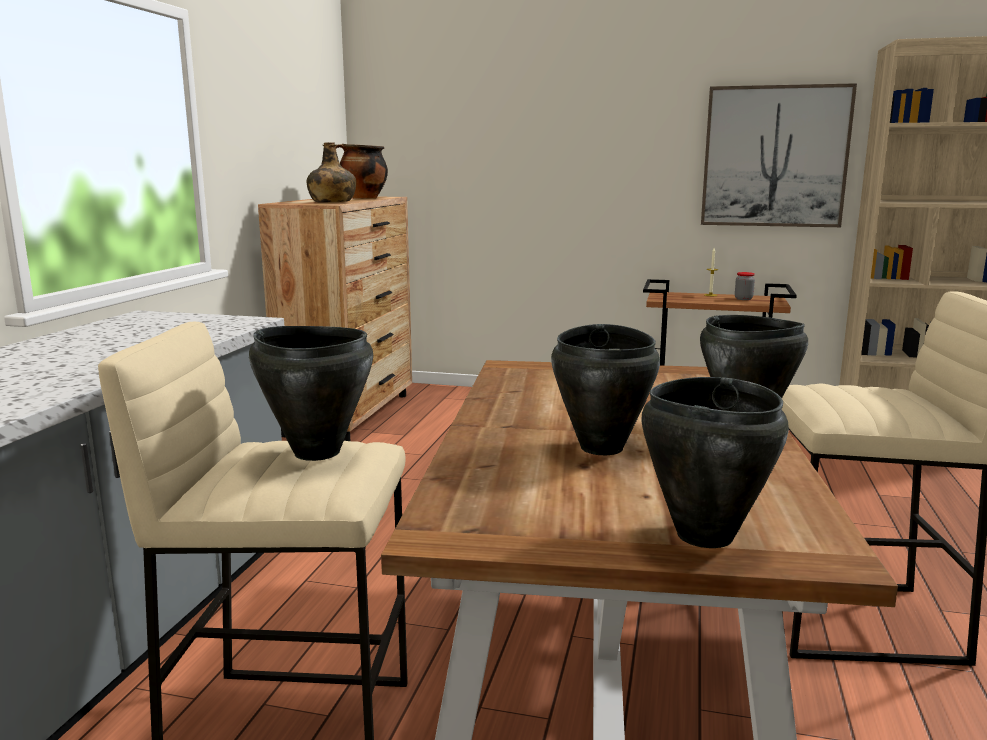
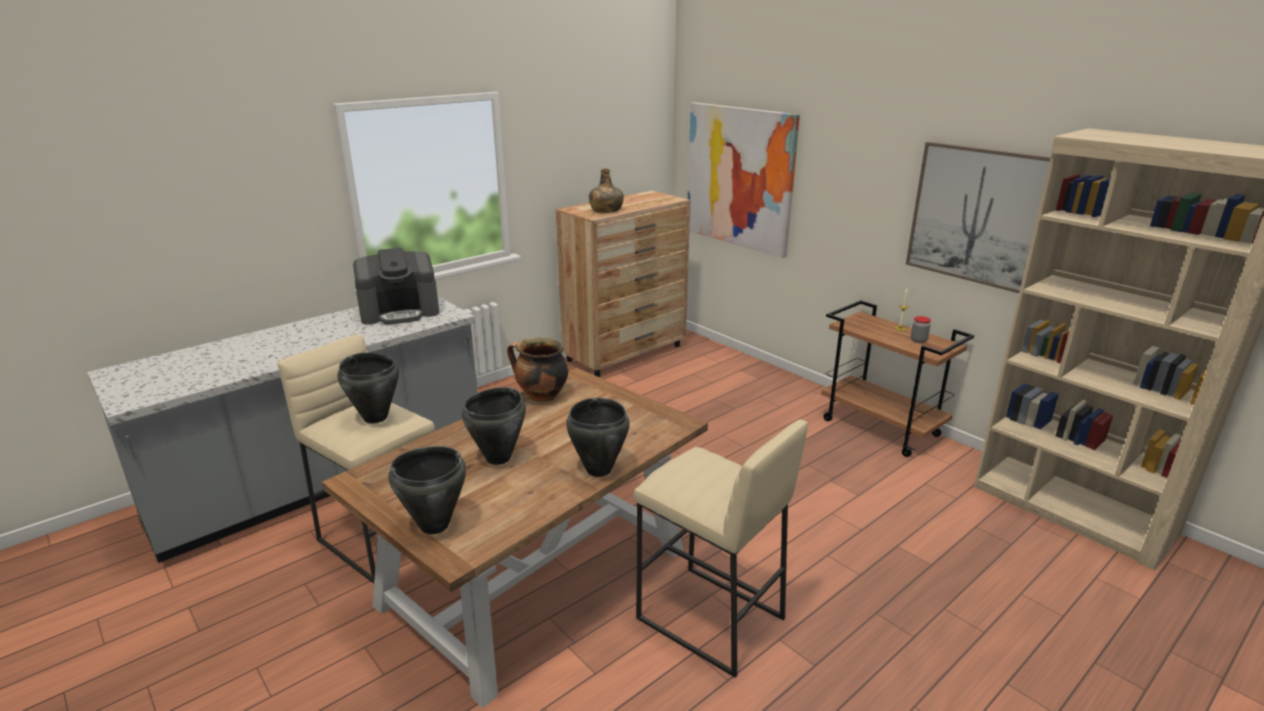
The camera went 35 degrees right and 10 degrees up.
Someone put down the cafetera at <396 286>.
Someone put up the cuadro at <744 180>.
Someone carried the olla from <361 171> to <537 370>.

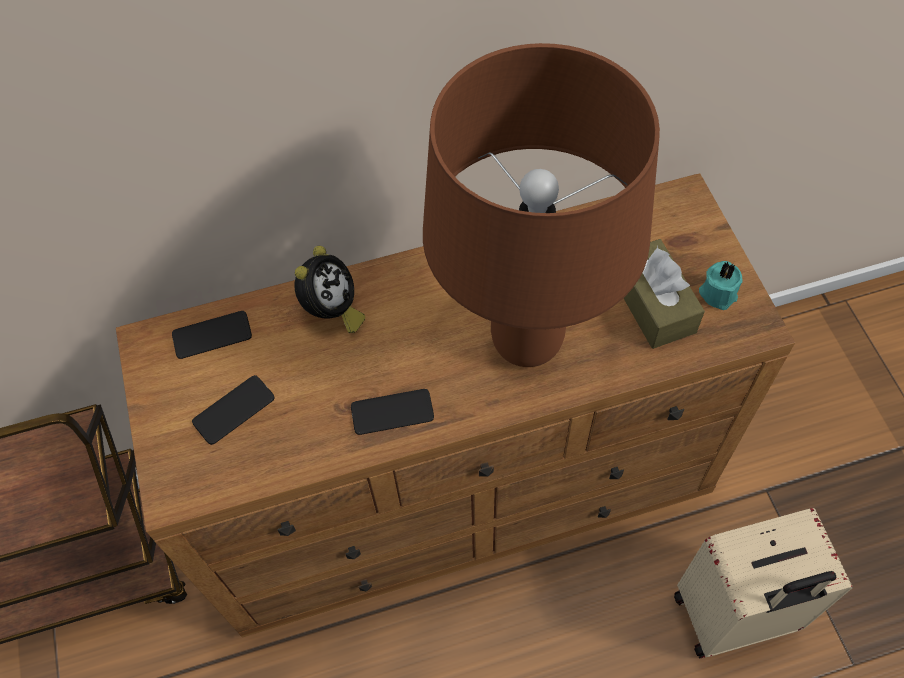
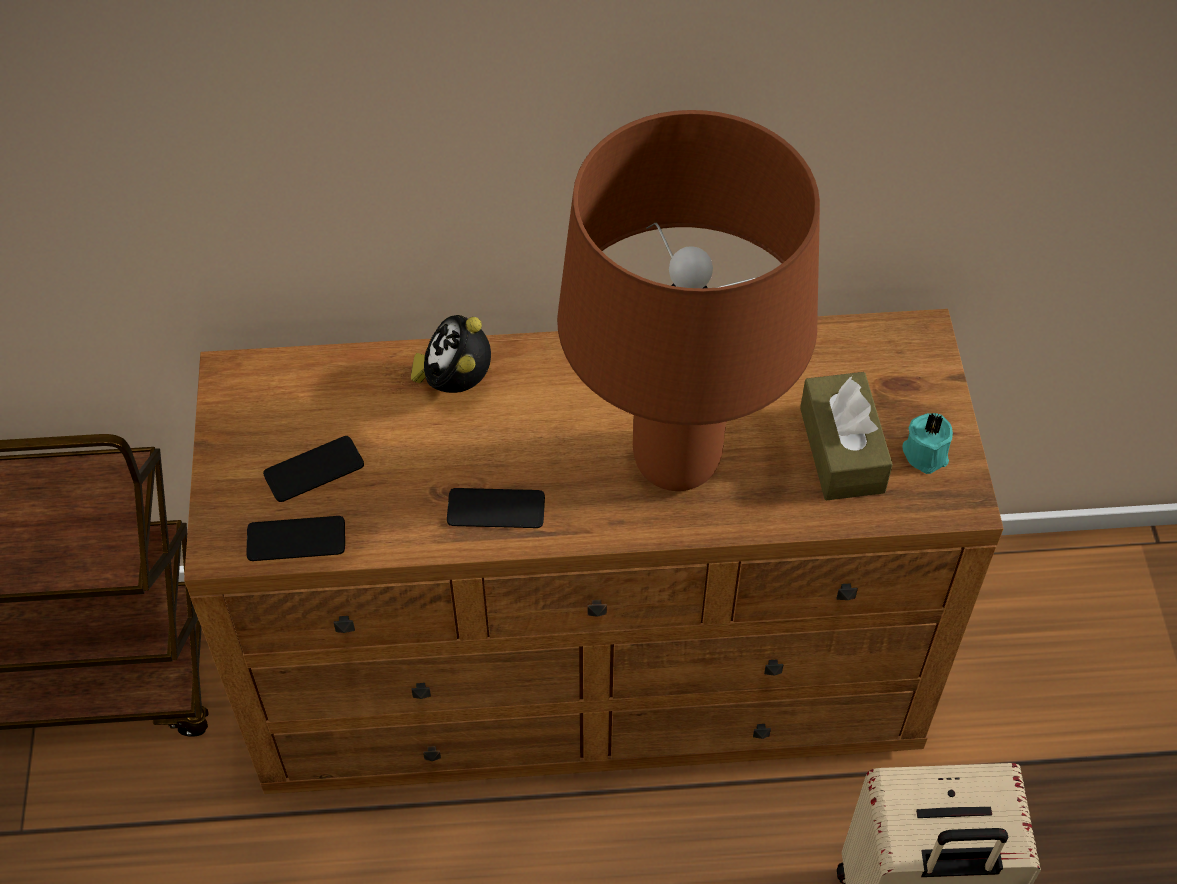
The camera went 10 degrees right and 5 degrees down.
Someone carried the móvil from <212 335> to <296 538>.
Someone rotated the despertador at <330 289> by 150 degrees clockwise.

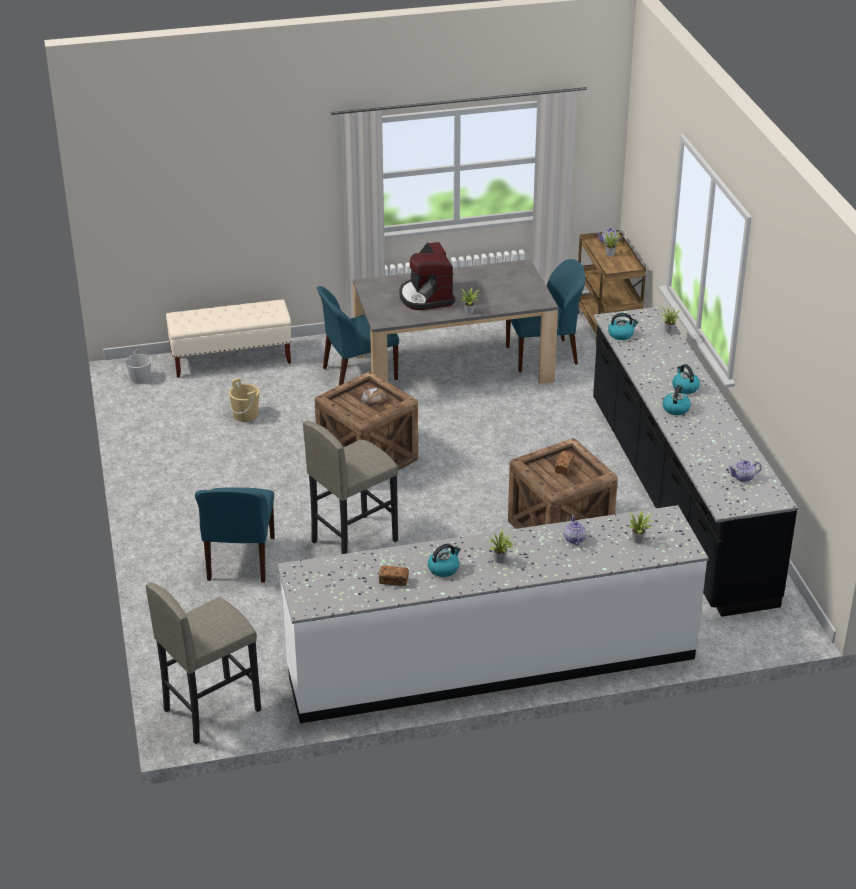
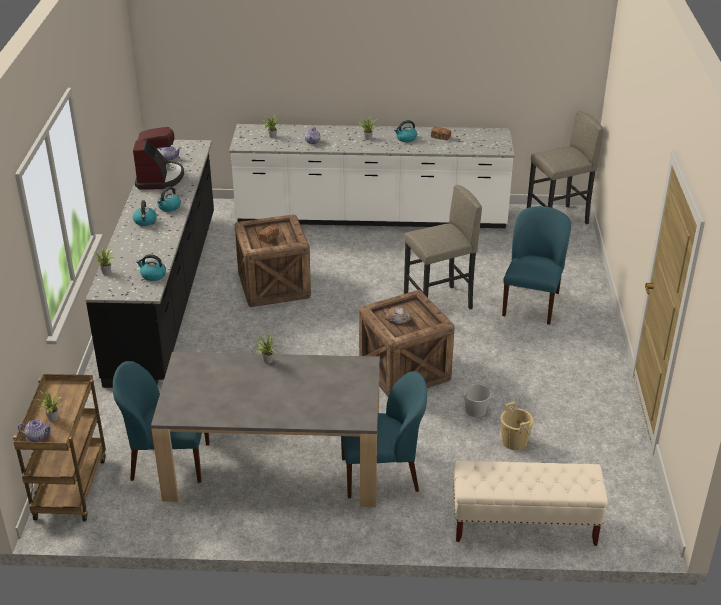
The camera went 165 degrees left and 0 degrees up.
Someone carried the cubo (blanco) from <138 366> to <477 399>.
Someone carried the cafetera from <427 276> to <158 158>.

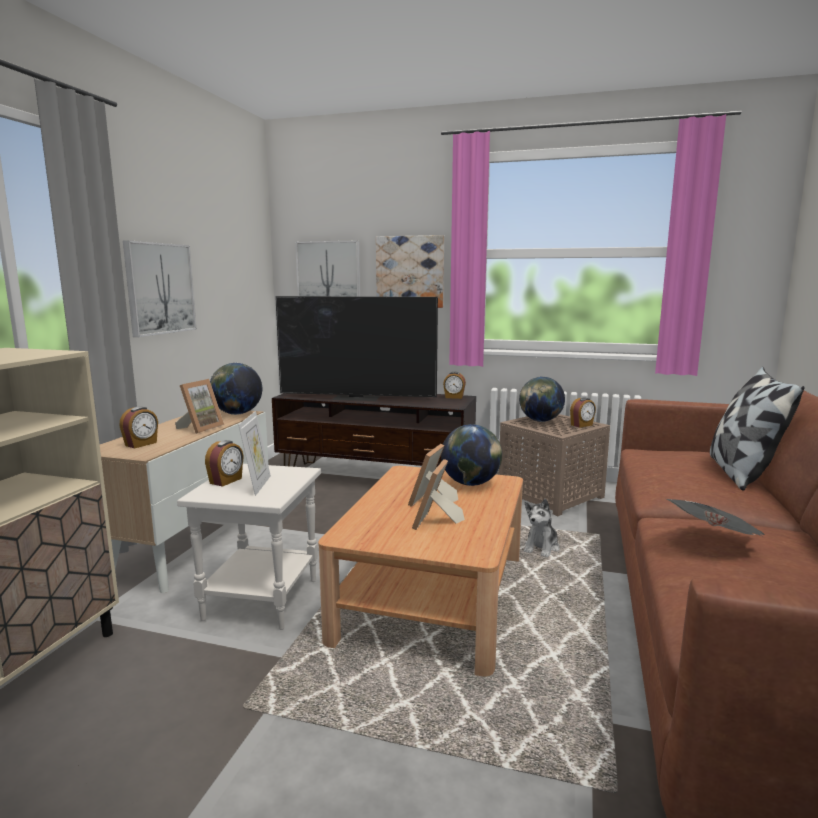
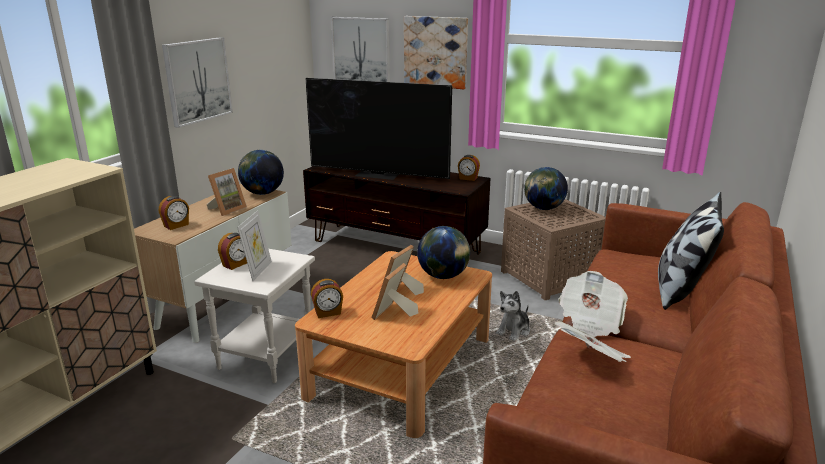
The camera went 10 degrees right and 10 degrees up.
Someone put down the periódico at <593 304>.
Someone carried the despertador from <583 413> to <327 298>.

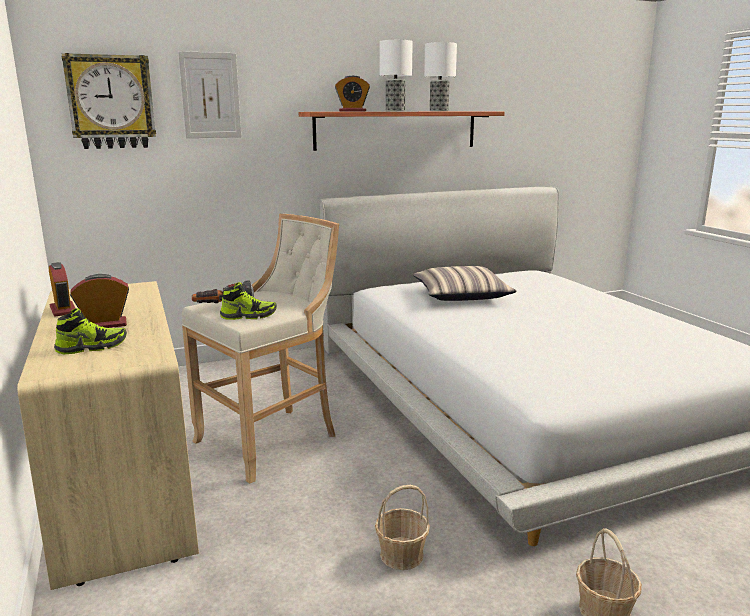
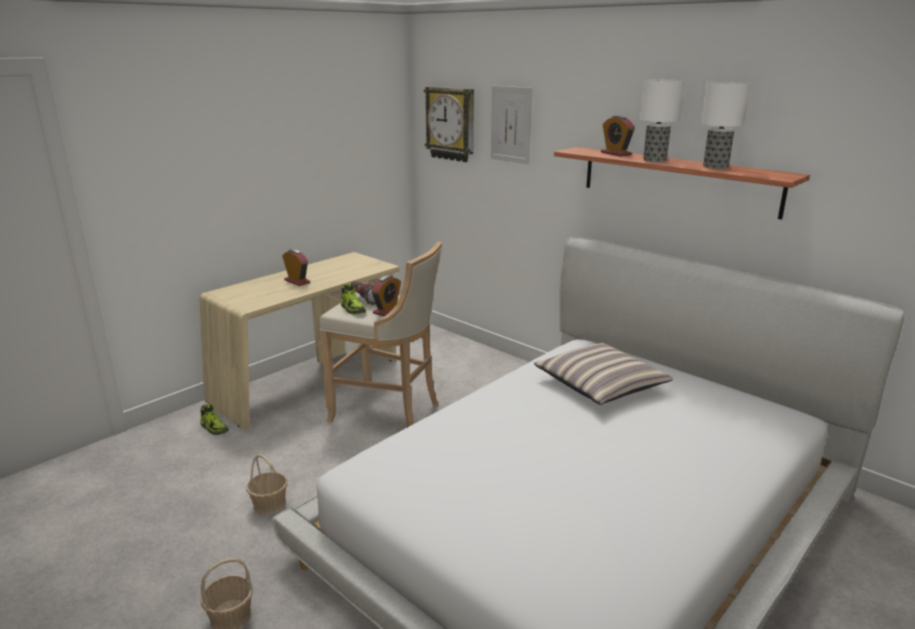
The camera went 65 degrees right and 5 degrees up.
Someone carried the despertador from <62 289> to <386 295>.
Someone carried the zapato from <90 331> to <214 419>.

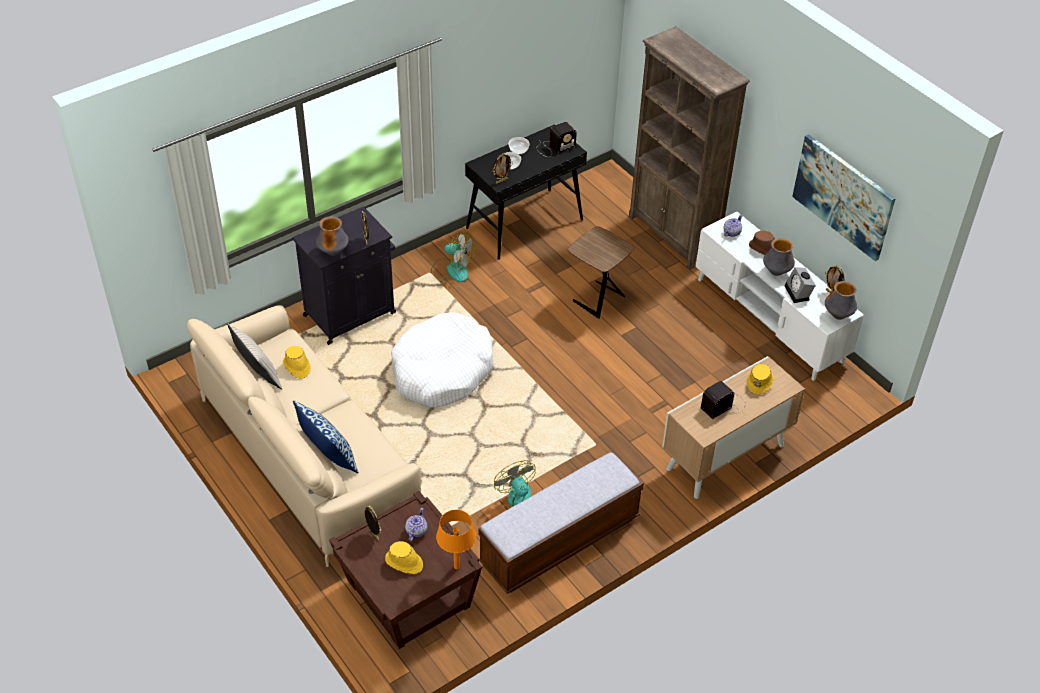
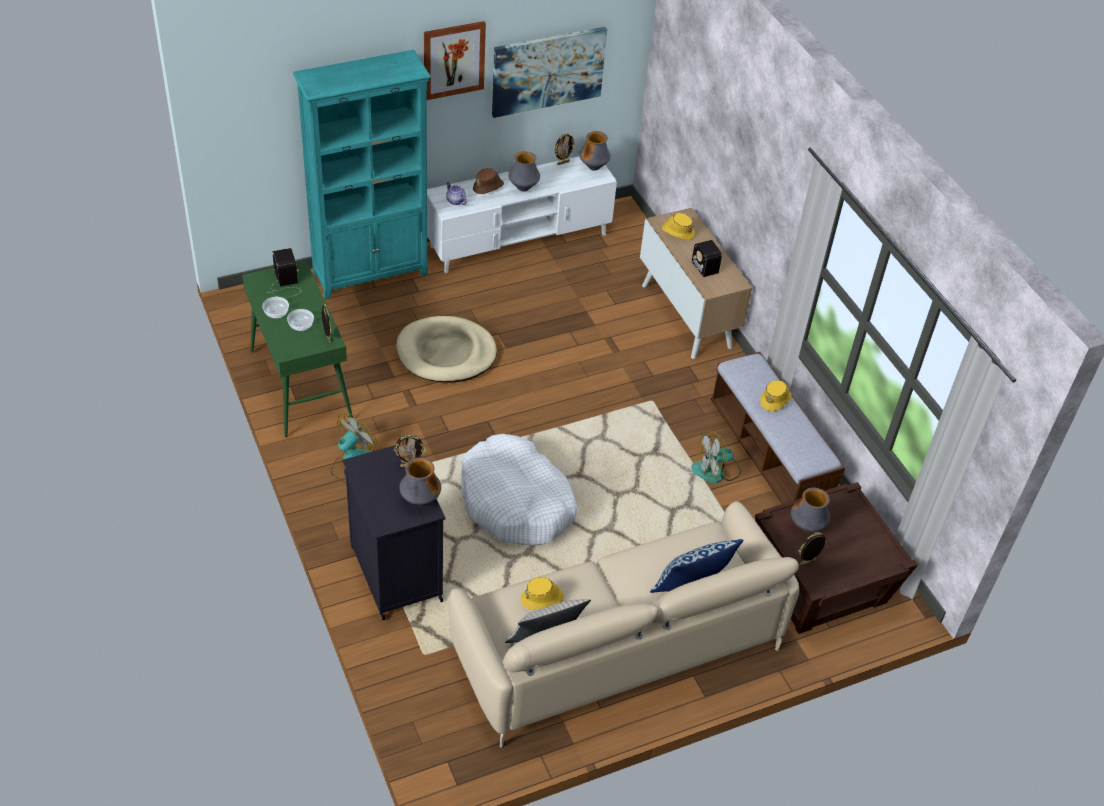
The camera went 80 degrees left and 0 degrees up.
Someone took away the lámpara de mesa (naranja) at <456 539>.
Someone took away the despertador at <800 285>.
Someone put up the cuadro at <455 60>.
Someone carried the sombrero (amarillo) from <404 557> to <775 395>.
Someone swapped the tetera at <416 524> for the florero at <810 509>.
Someone swapped the mesa auxiliar (marrón) at <601 272> for the cama para perro (beis) at <446 349>.
Someone repainted the mesa consola (negro) at <526 192>, which became the mesa consola (verde) at <297 348>.
Someone repainted the estantería (marrón) at <689 148>, which became the estantería (turquesa) at <362 174>.

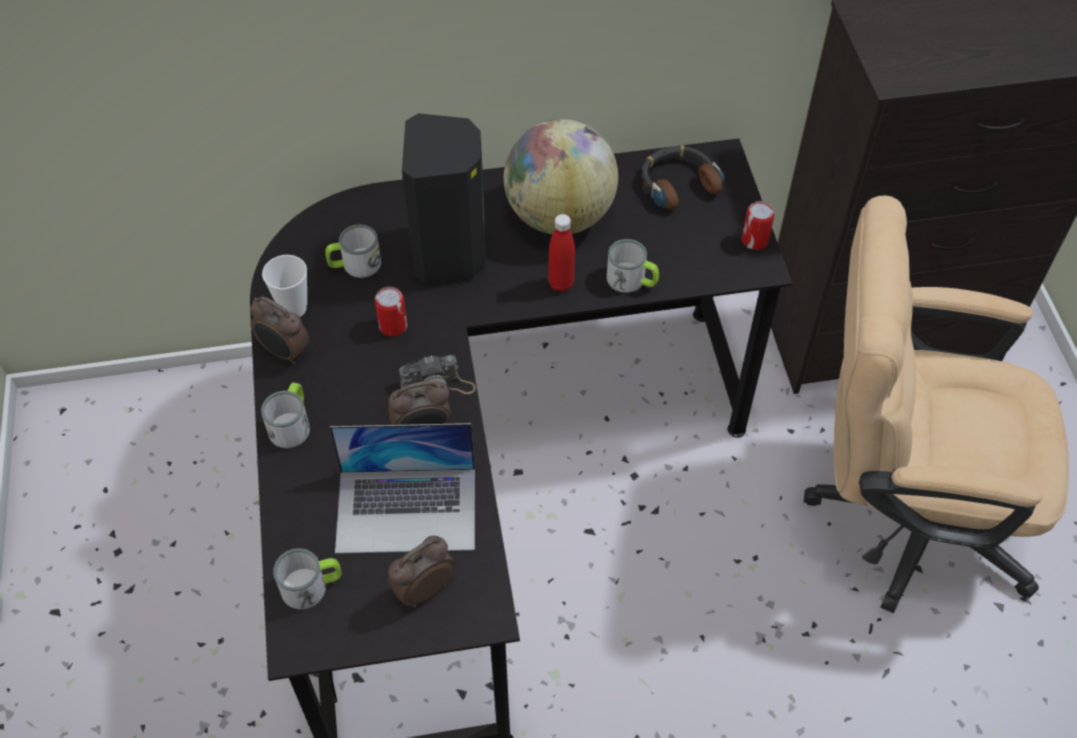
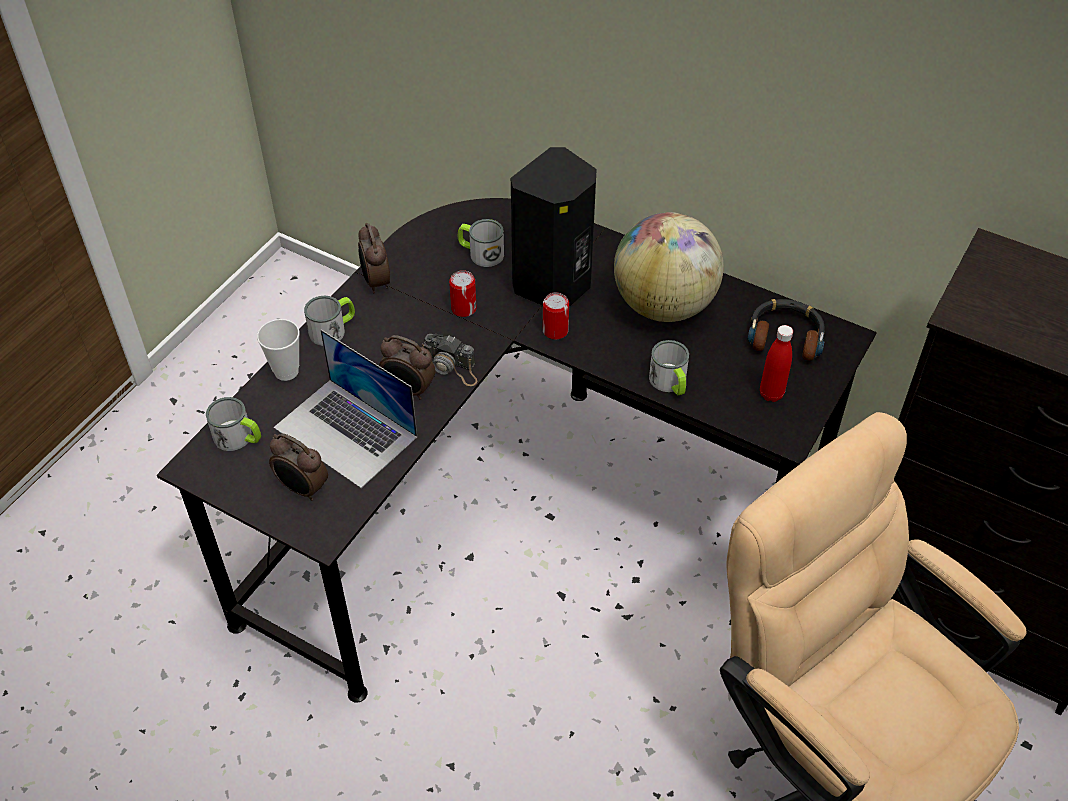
The camera went 40 degrees right and 5 degrees down.
Someone carried the taza from <284 286> to <278 350>.
Someone carried the botella (rojo) from <561 253> to <776 363>.
Someone carried the lata from <758 225> to <556 316>.
Someone rotated the despertador at <422 571> by 150 degrees counterclockwise.

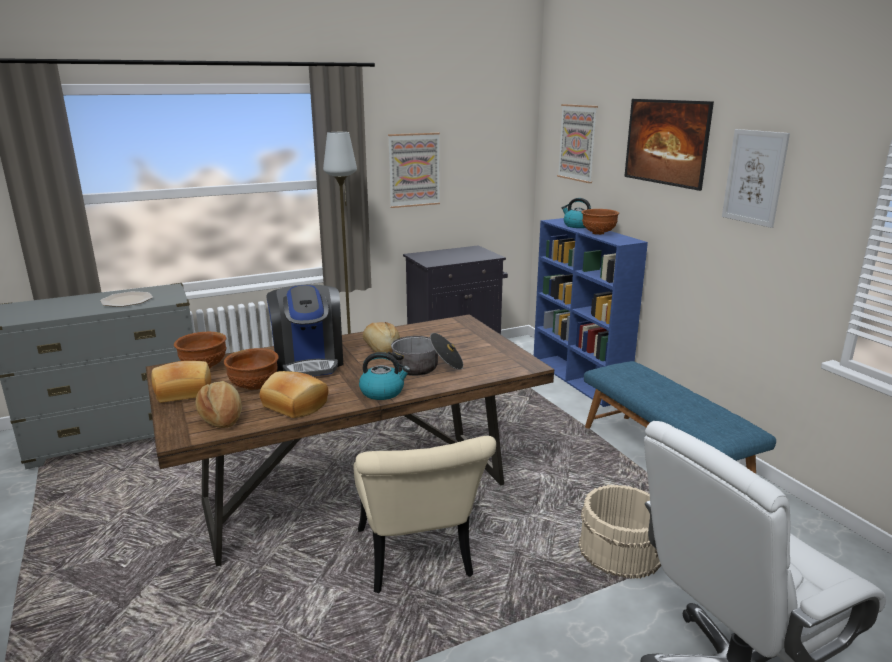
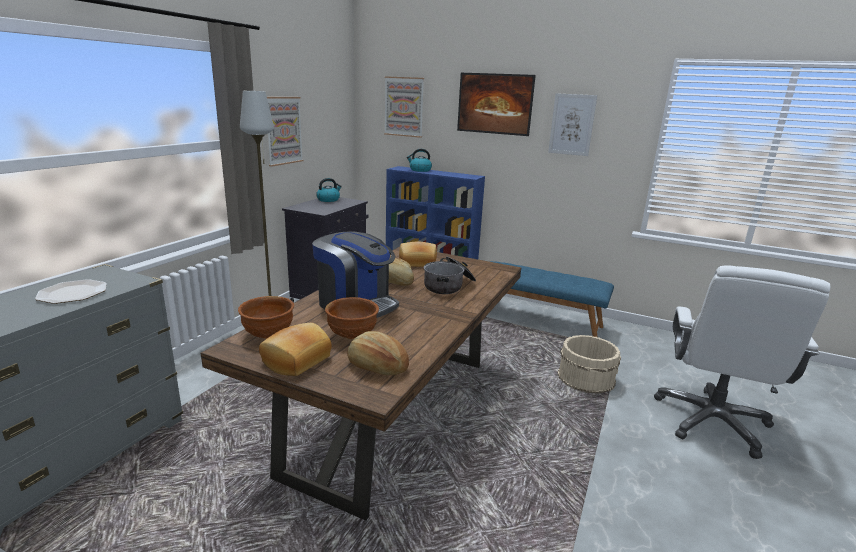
The camera went 40 degrees left and 0 degrees up.
Someone took away the silla (beis) at <424 514>.
Someone took away the cuenco (marrón) at <600 222>.
Someone carried the pan from <294 394> to <418 254>.
Someone carried the hervidor from <384 376> to <329 190>.

